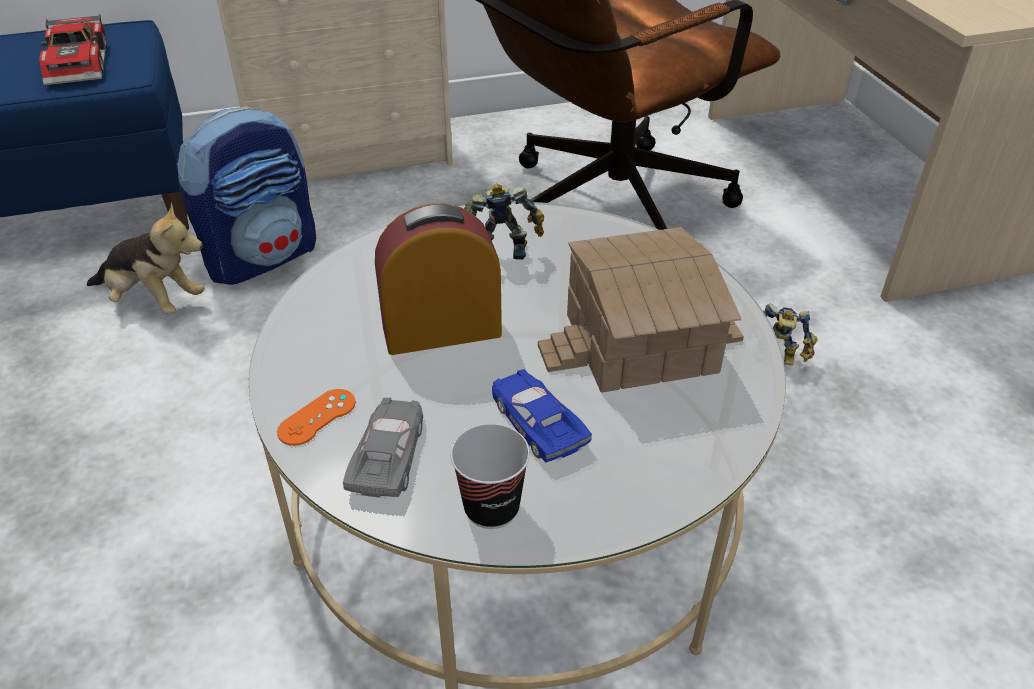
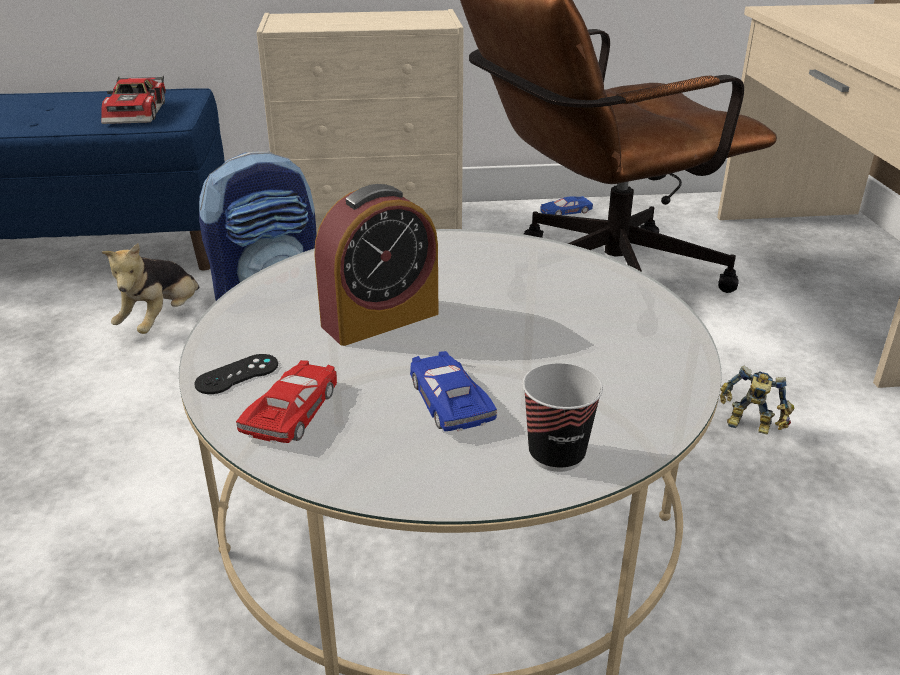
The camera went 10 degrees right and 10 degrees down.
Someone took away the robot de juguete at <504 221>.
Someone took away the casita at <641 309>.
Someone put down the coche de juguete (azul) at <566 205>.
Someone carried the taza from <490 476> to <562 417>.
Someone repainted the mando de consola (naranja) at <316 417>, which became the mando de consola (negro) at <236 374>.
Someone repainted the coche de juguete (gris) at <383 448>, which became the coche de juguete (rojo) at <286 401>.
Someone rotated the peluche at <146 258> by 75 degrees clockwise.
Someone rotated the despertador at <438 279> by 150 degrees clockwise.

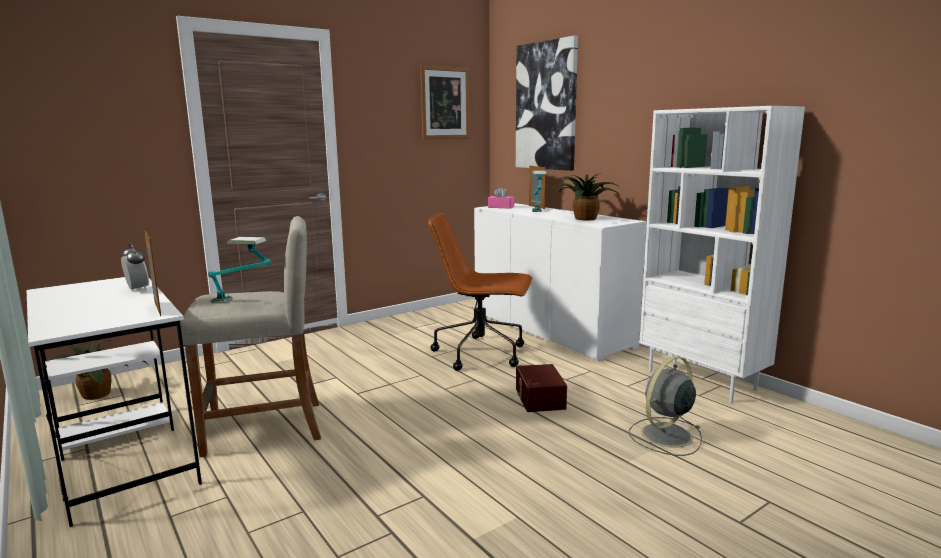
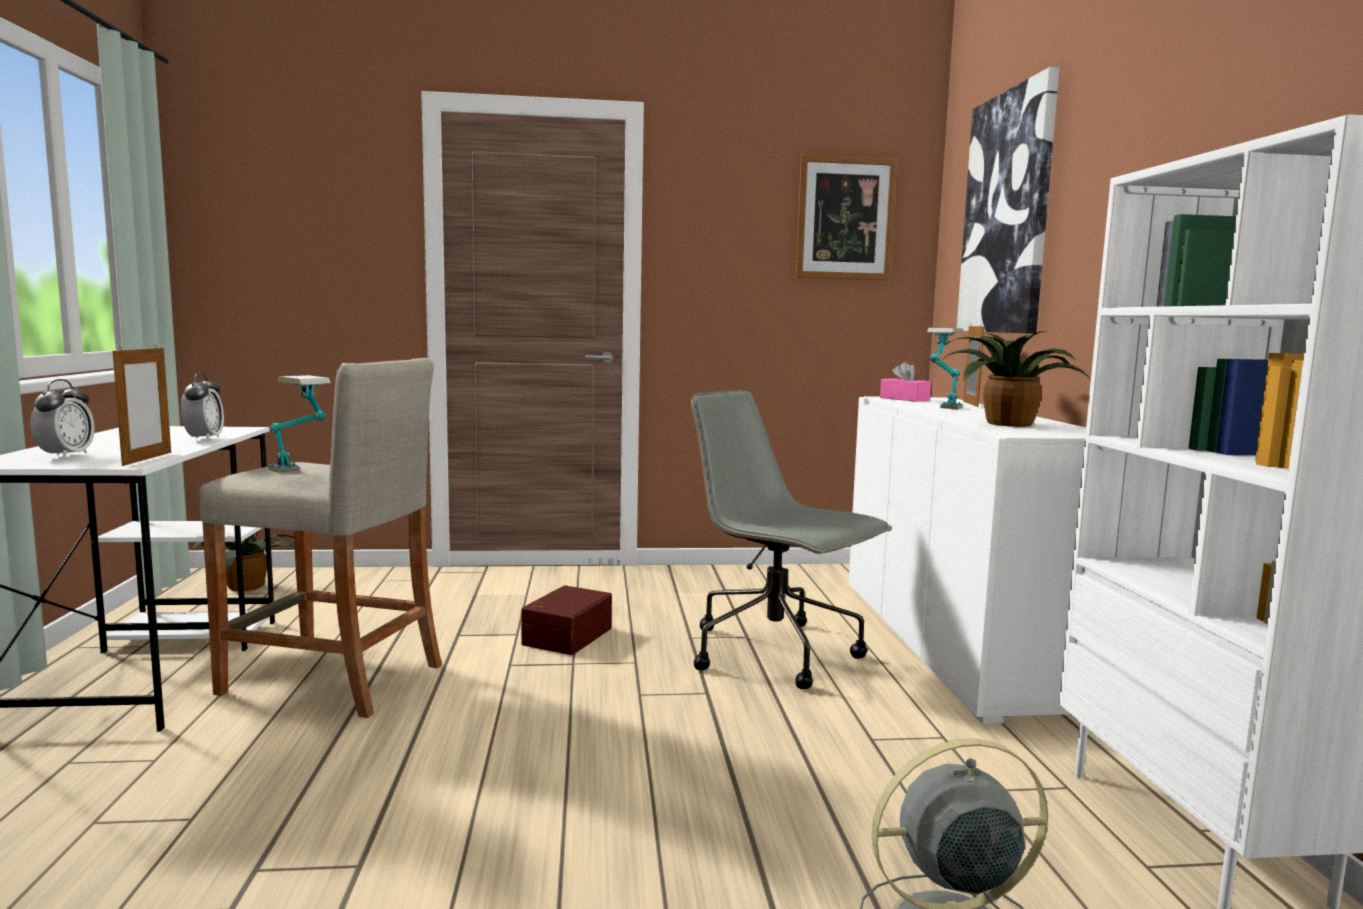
The camera went 30 degrees right and 5 degrees down.
Someone put down the despertador at <62 419>.
Someone carried the caja de almacenaje (marrón) from <541 388> to <566 620>.
Someone repainted the silla de oficina (marrón) at <480 292>, which became the silla de oficina (gris) at <791 540>.

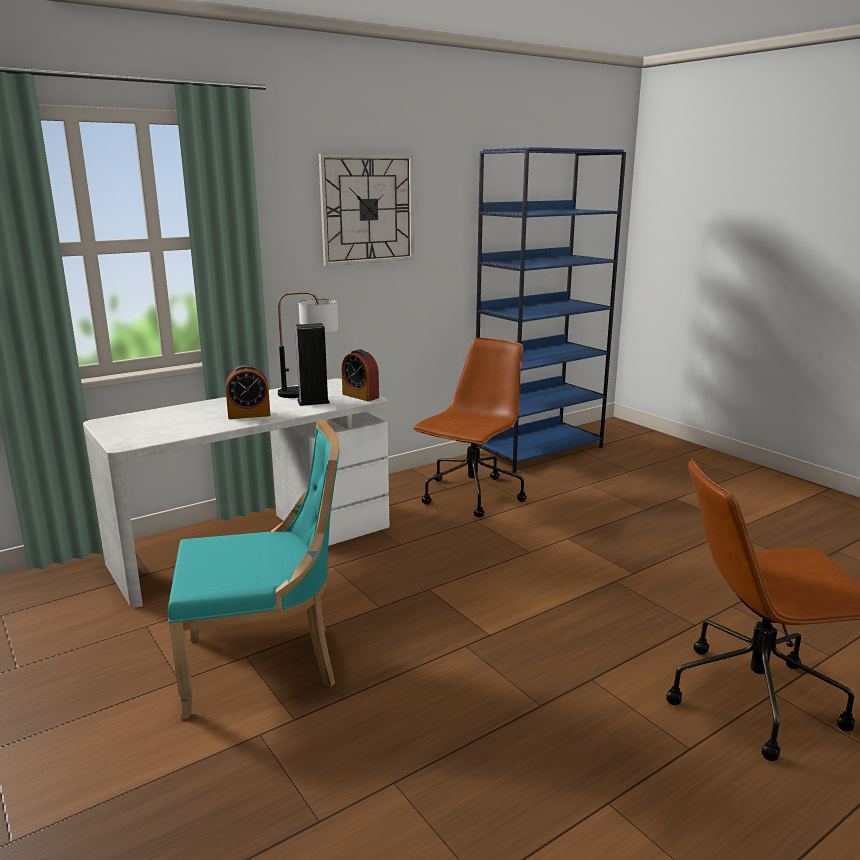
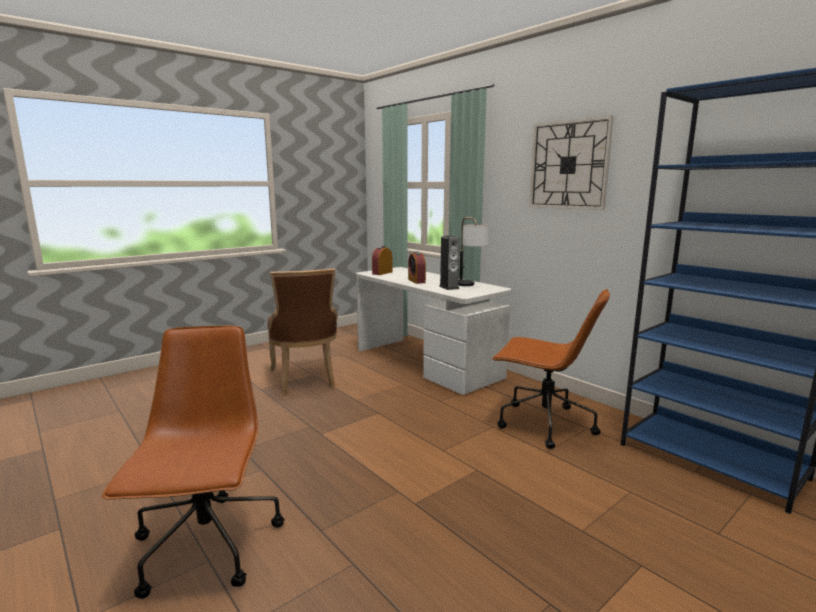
The camera went 85 degrees right and 5 degrees down.
Someone carried the despertador from <360 375> to <382 260>.
Someone repainted the silla (turquesa) at <253 569>, which became the silla (marrón) at <302 331>.

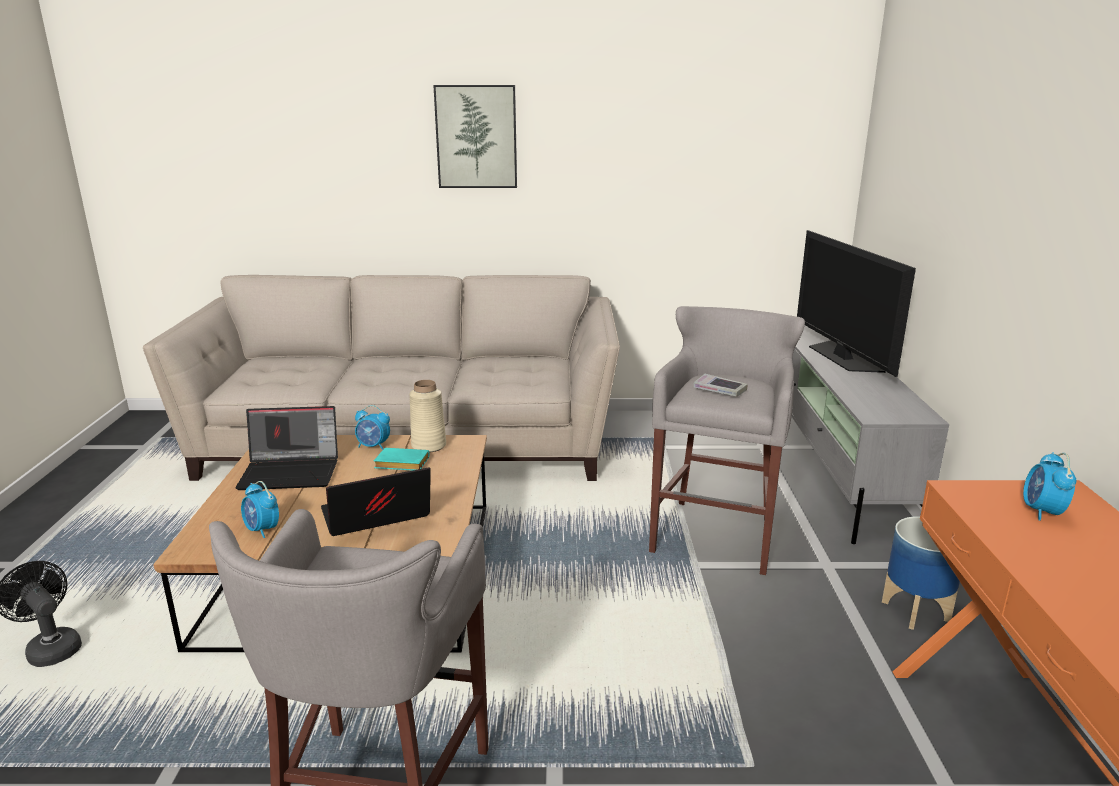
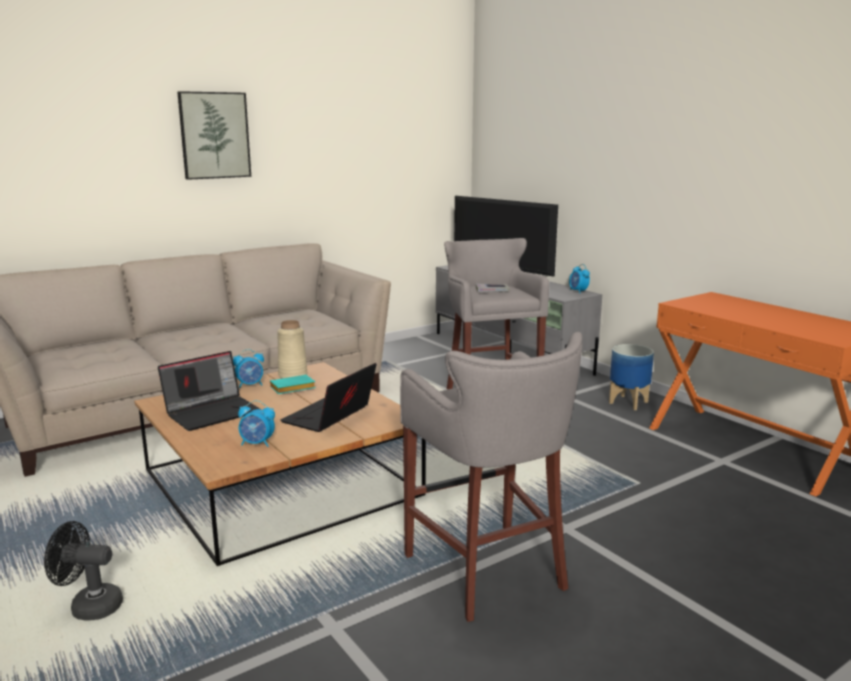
The camera went 35 degrees left and 5 degrees down.
Someone carried the despertador from <1049 486> to <579 278>.

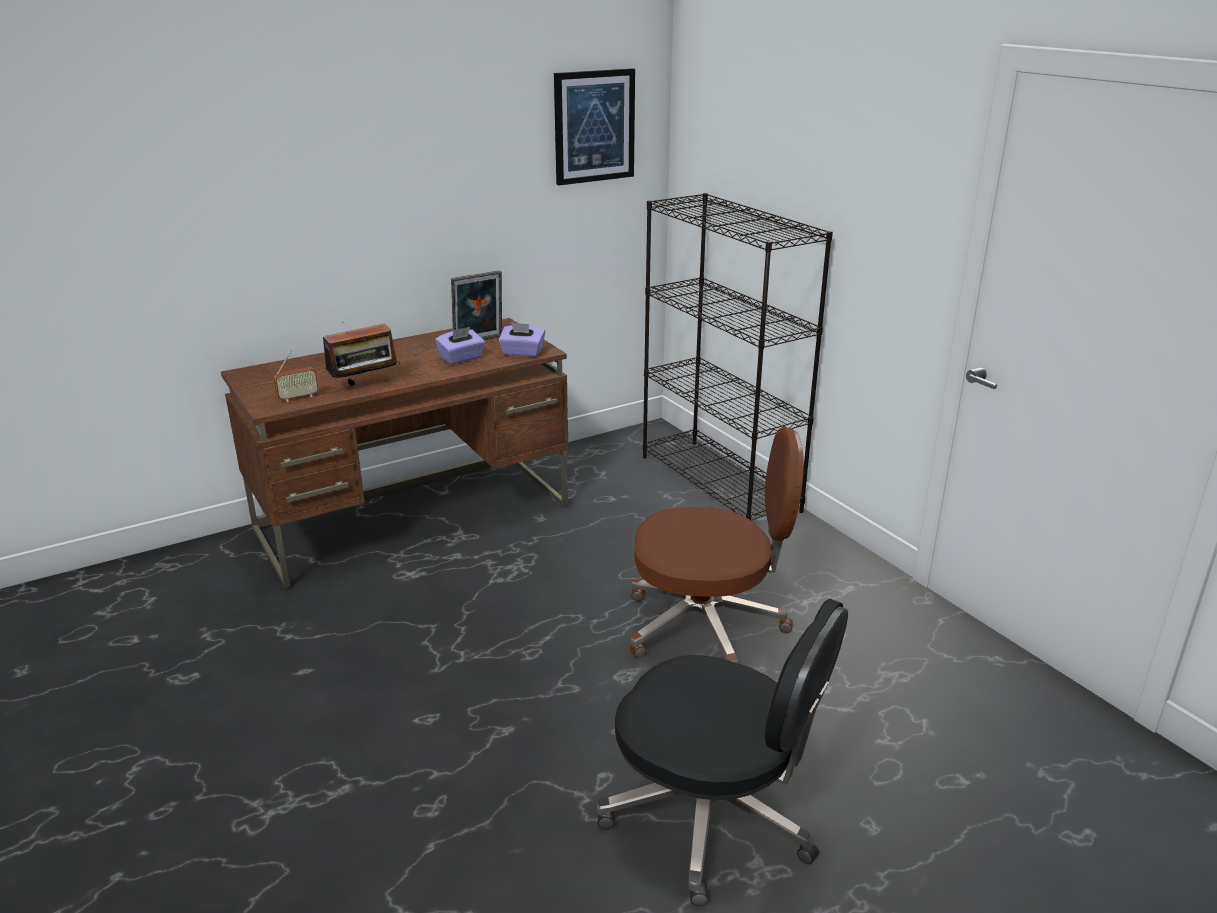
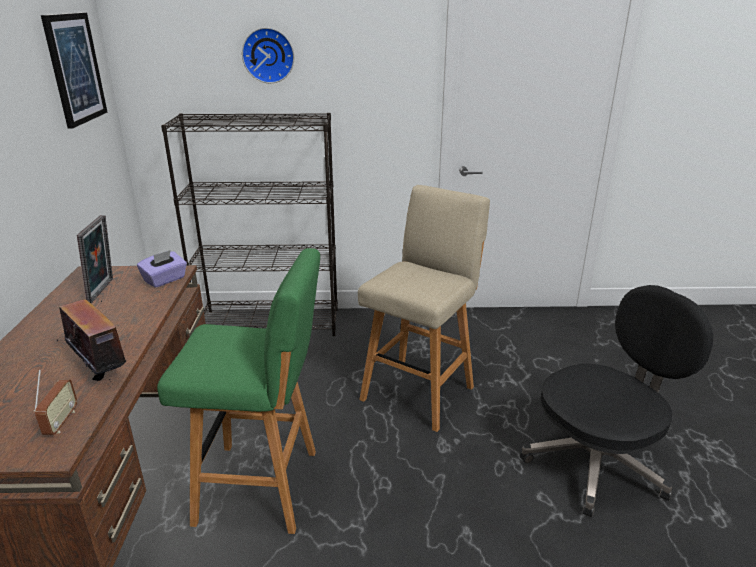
The camera went 60 degrees left and 0 degrees up.
Someone took away the caja de pañuelos (morado) at <460 346>.
Someone put down the taburete (verde) at <238 391>.
Someone put up the reloj de pared at <268 55>.
Someone swapped the silla de oficina (marrón) at <717 545> for the taburete (beis) at <424 308>.
Someone rotated the radio at <361 355> by 45 degrees counterclockwise.

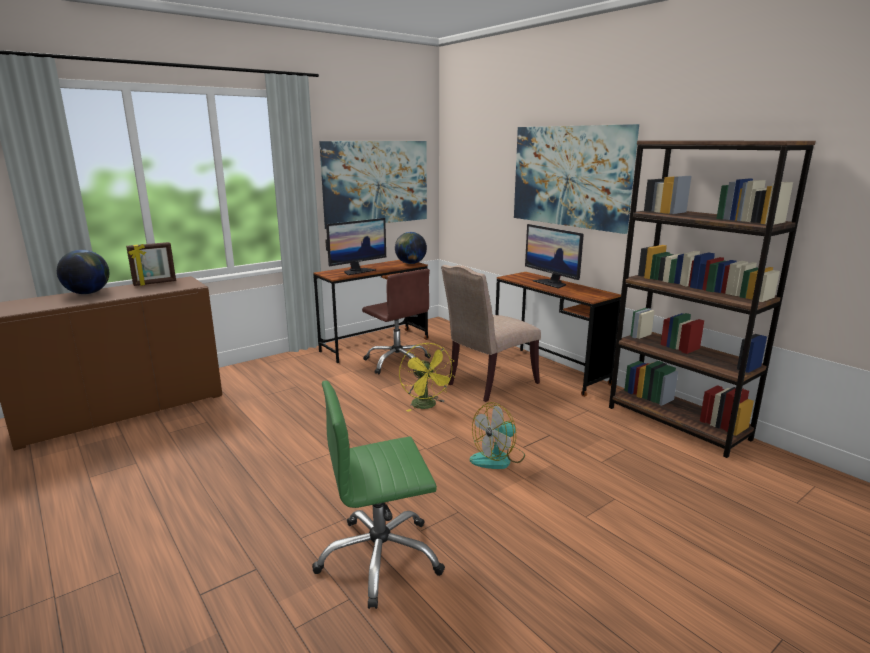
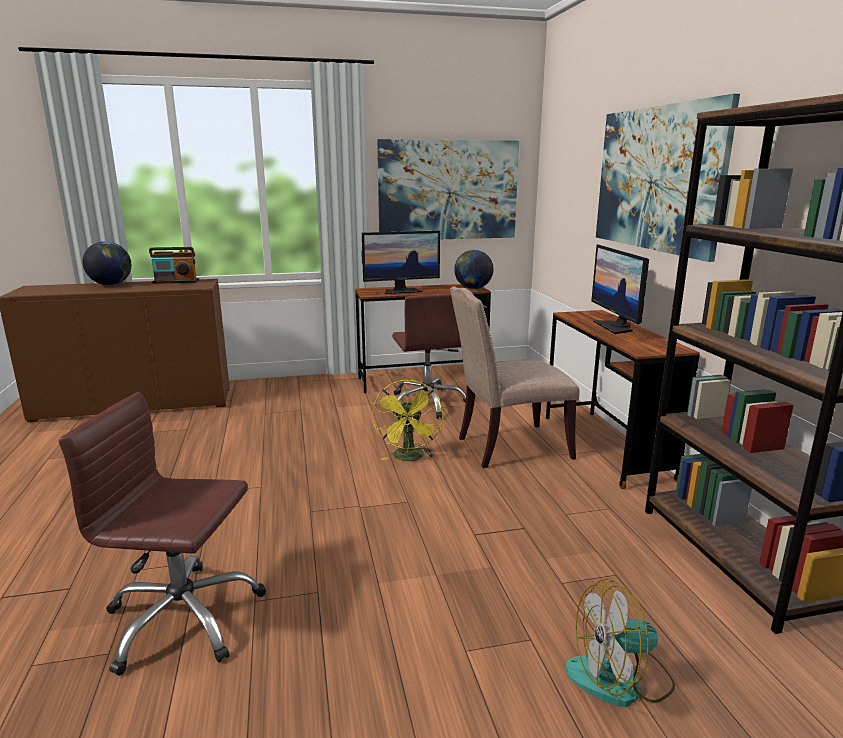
The camera went 25 degrees right and 0 degrees up.
Someone carried the ventilador from <497 435> to <620 642>.
Someone swapped the portarretratos at <151 264> for the radio at <174 265>.
Someone repainted the silla de oficina (verde) at <378 495>, which became the silla de oficina (marrón) at <162 534>.

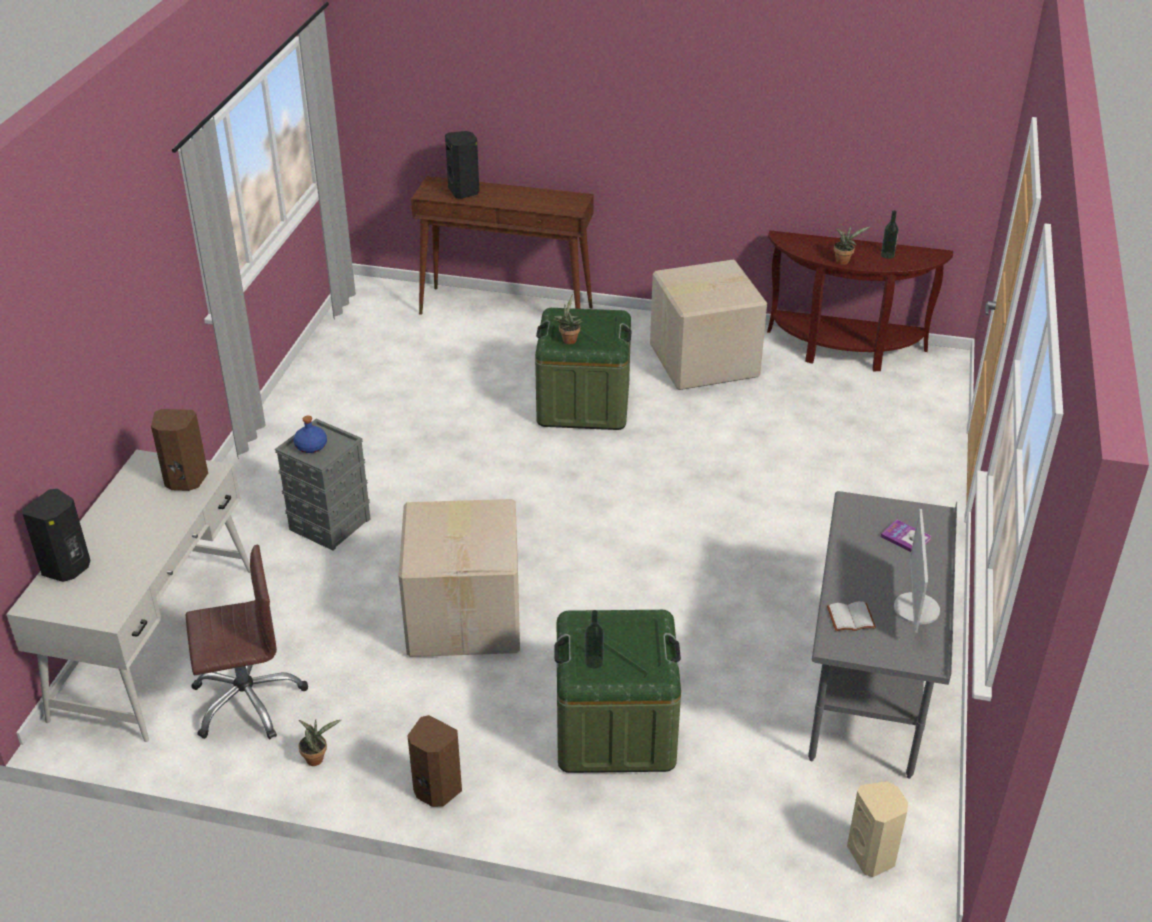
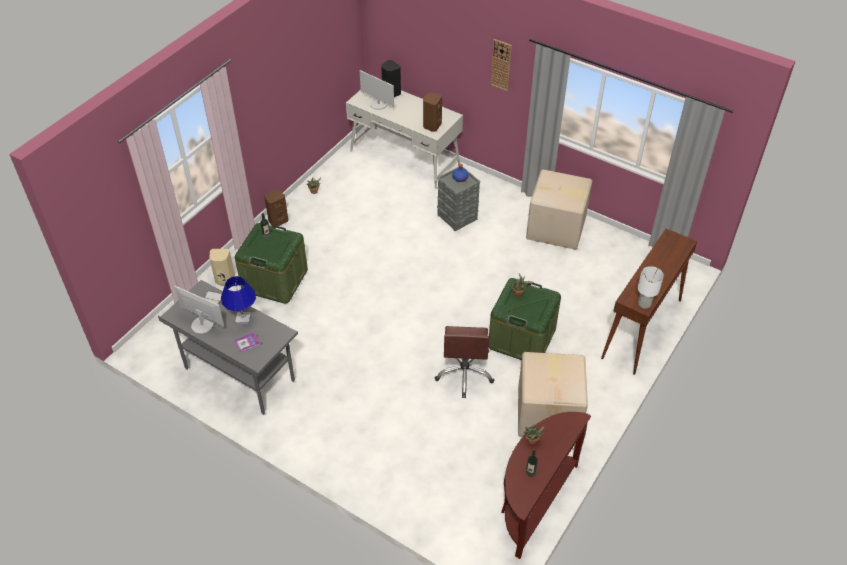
The camera went 110 degrees right and 10 degrees up.
Someone took away the altavoz (negro) at <462 165>.
Someone put down the lámpara de mesa (azul) at <238 300>.
Someone put down the monitor at <377 90>.
Someone put up the reloj de pared at <501 65>.
Someone put down the lámpara de mesa (blanco) at <650 287>.
Someone carried the silla de oficina (marrón) from <247 641> to <464 362>.
Someone carried the caja de cartón from <459 578> to <559 209>.
Someone carried the altavoz (beis) from <877 829> to <222 267>.

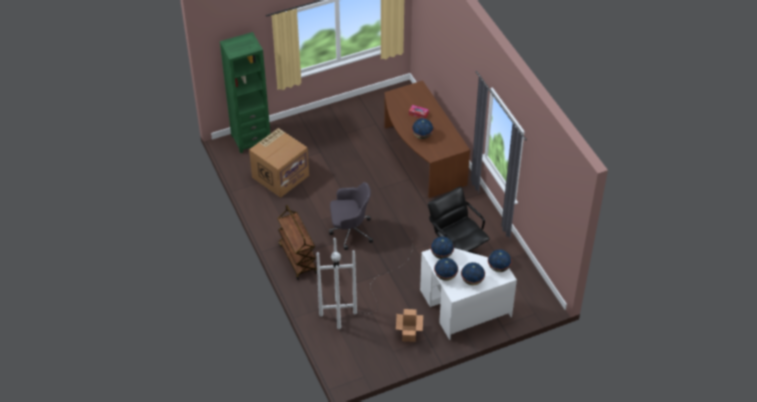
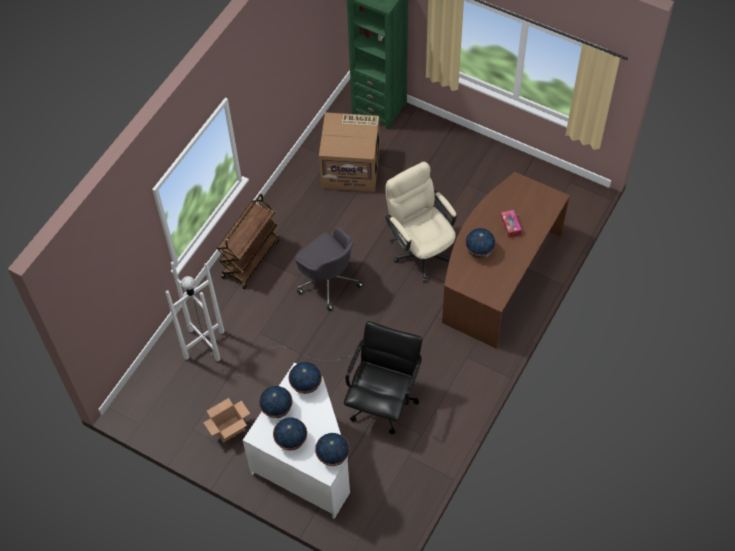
The camera went 55 degrees right and 10 degrees up.
Someone put down the silla de oficina (beis) at <421 222>.

